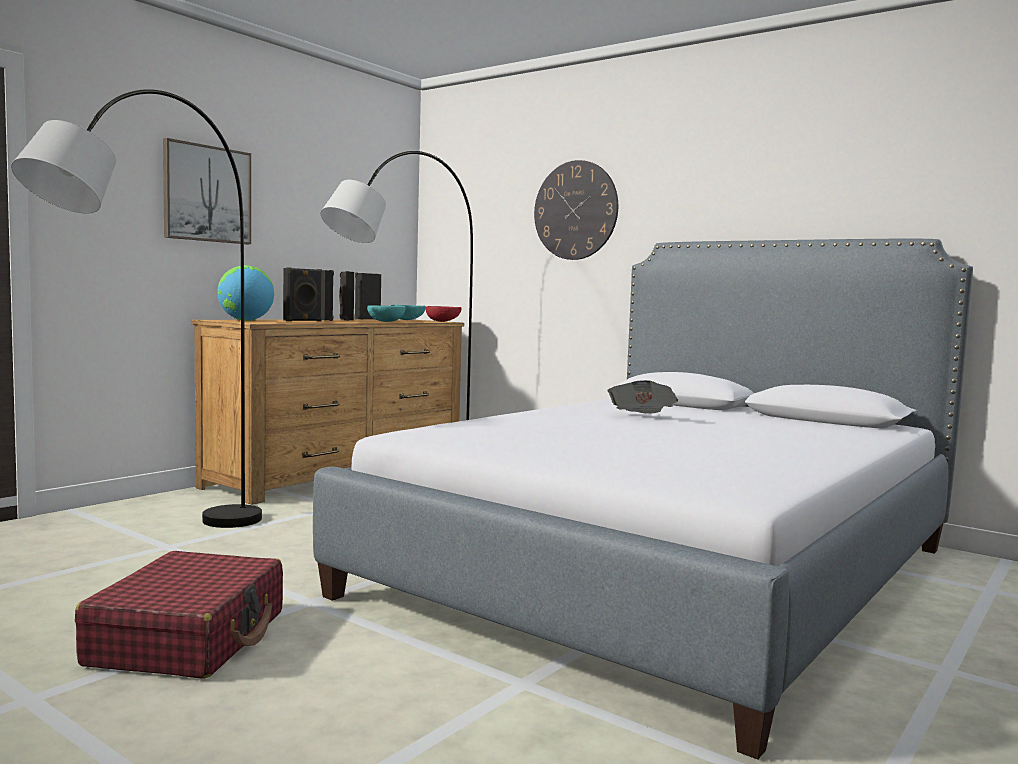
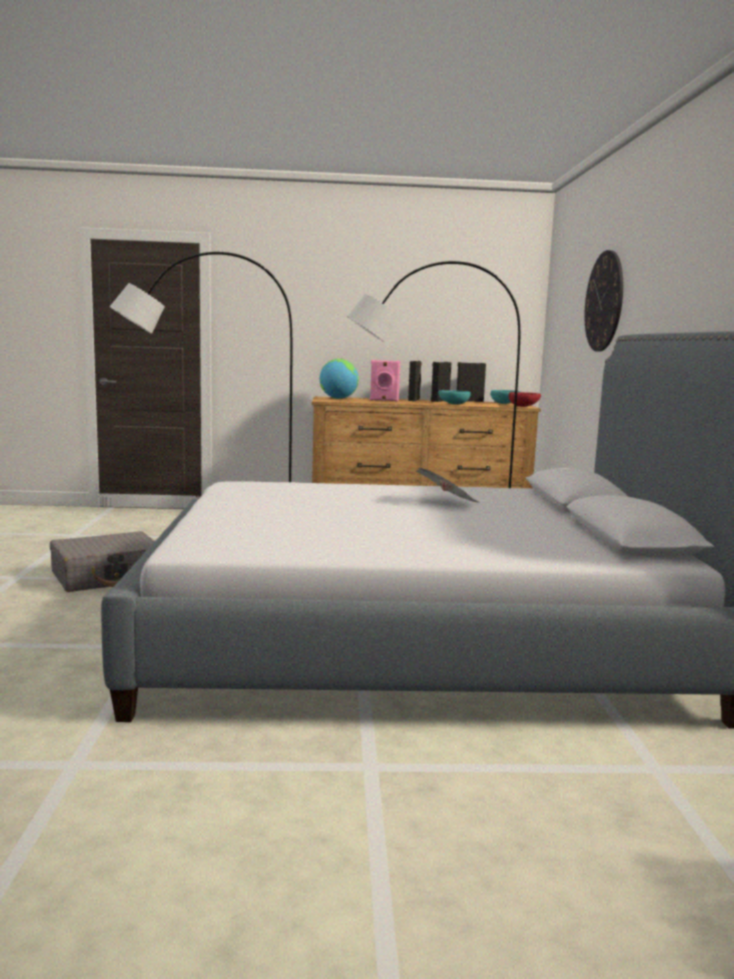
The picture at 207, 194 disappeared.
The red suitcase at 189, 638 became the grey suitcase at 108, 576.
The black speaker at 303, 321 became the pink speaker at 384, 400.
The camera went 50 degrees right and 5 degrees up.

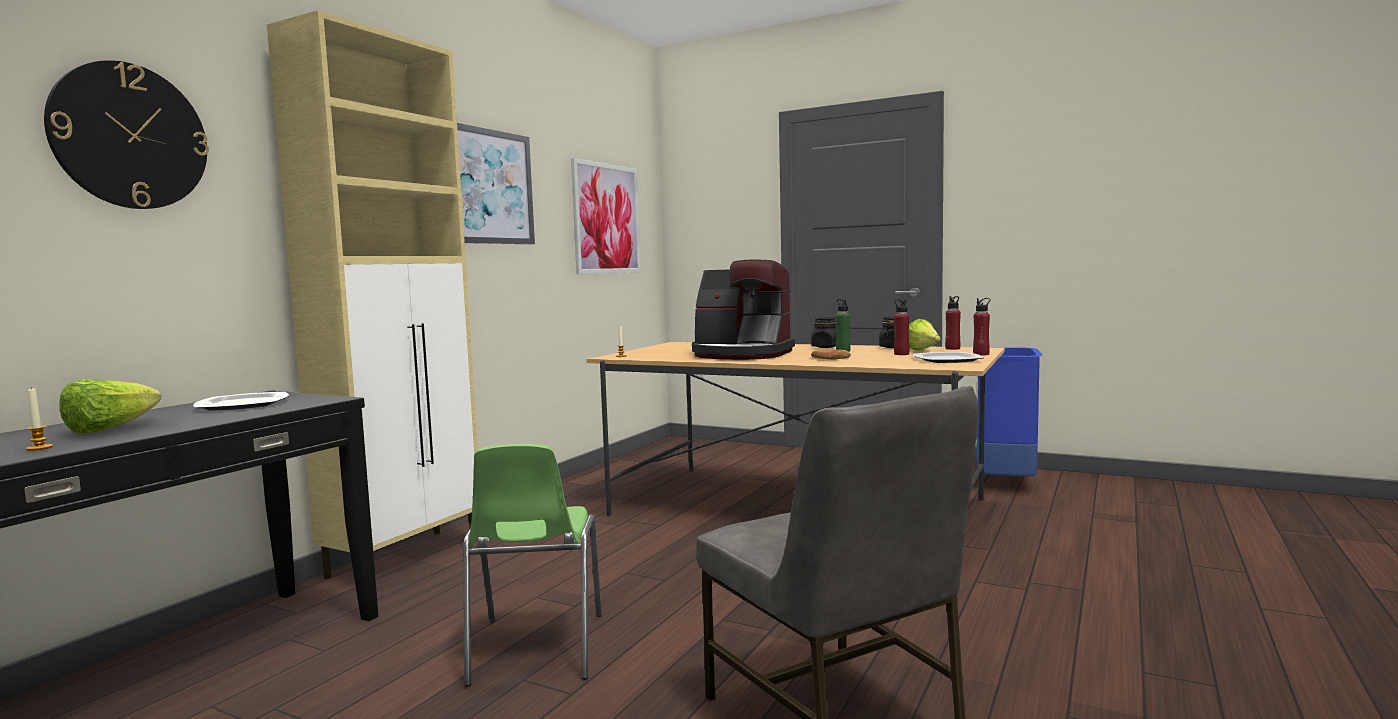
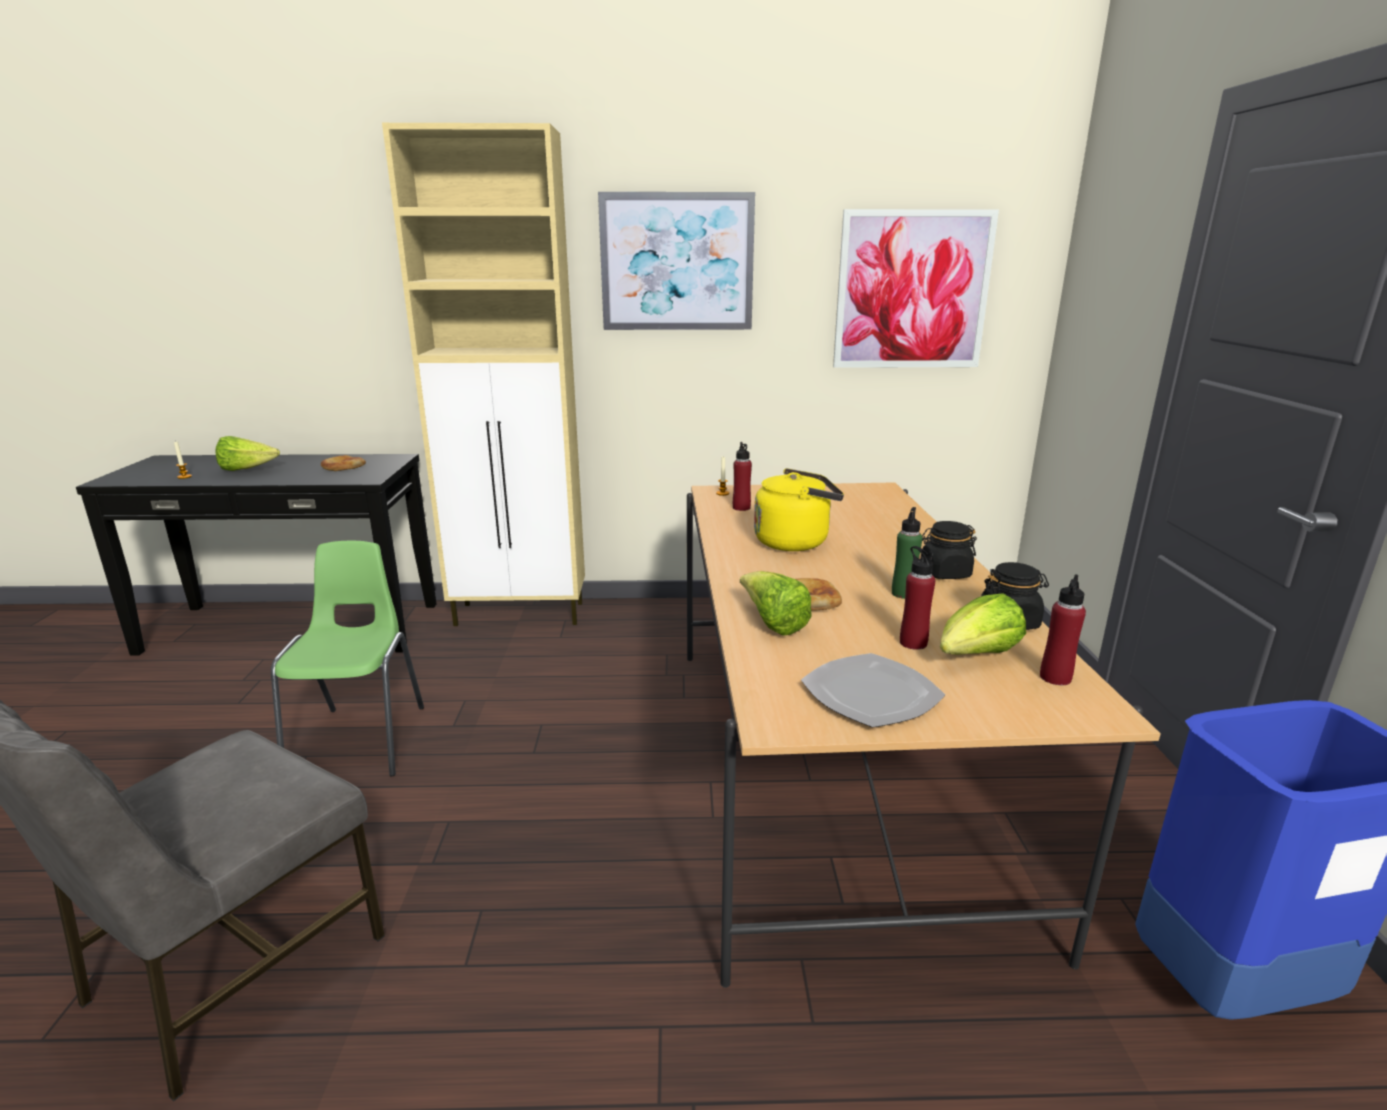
The wall clock at 130, 136 disappeared.
The lettuce at 772, 623 appeared.
The red bottle moved from 981, 354 to 741, 508.
The plate at 242, 404 was replaced by the bread at 343, 467.
The coffee machine at 741, 354 was replaced by the yellow kettle at 795, 542.
The green chair at 535, 649 turned 120 degrees clockwise.
The camera went 60 degrees right and 15 degrees up.

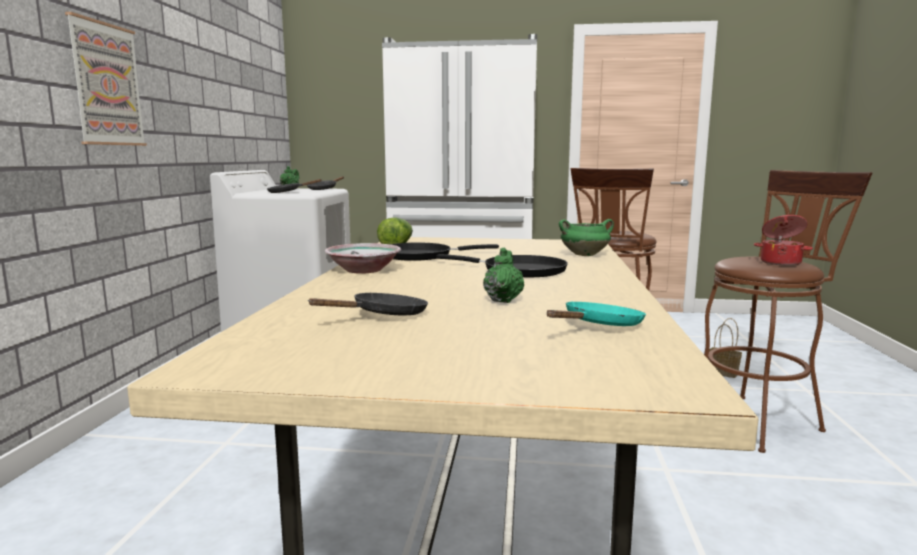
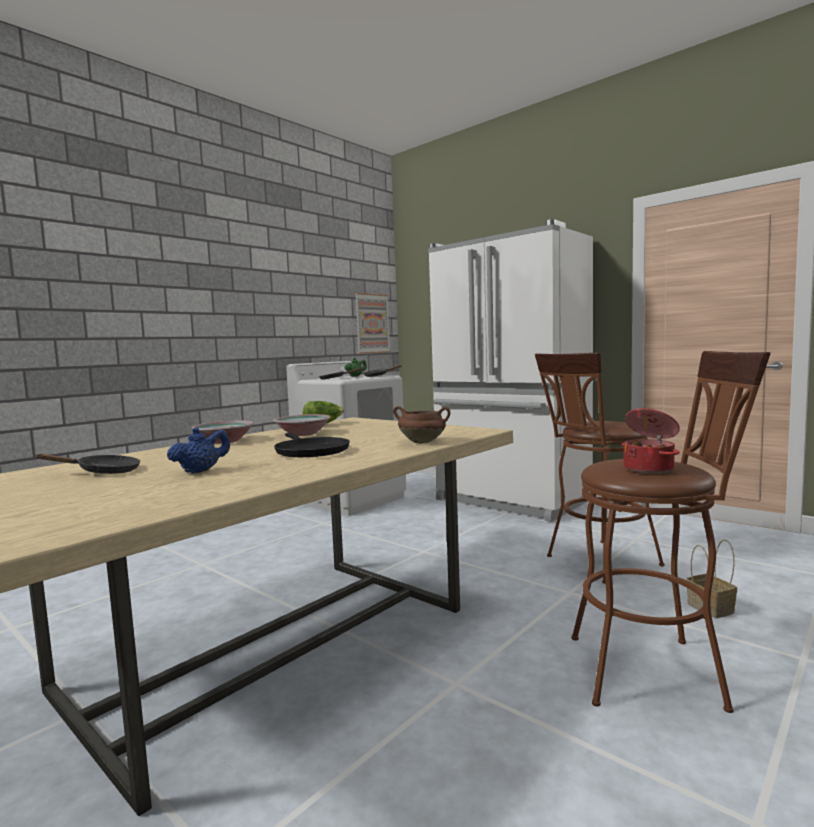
The turquoise frying pan at 599, 326 disappeared.
The picture moved from 106, 84 to 372, 323.
The black frying pan at 421, 256 was replaced by the bowl at 303, 434.
The green teapot at 503, 300 became the blue teapot at 201, 471.
The green cooking pot at 585, 255 became the brown cooking pot at 423, 442.
The camera went 35 degrees right and 5 degrees down.

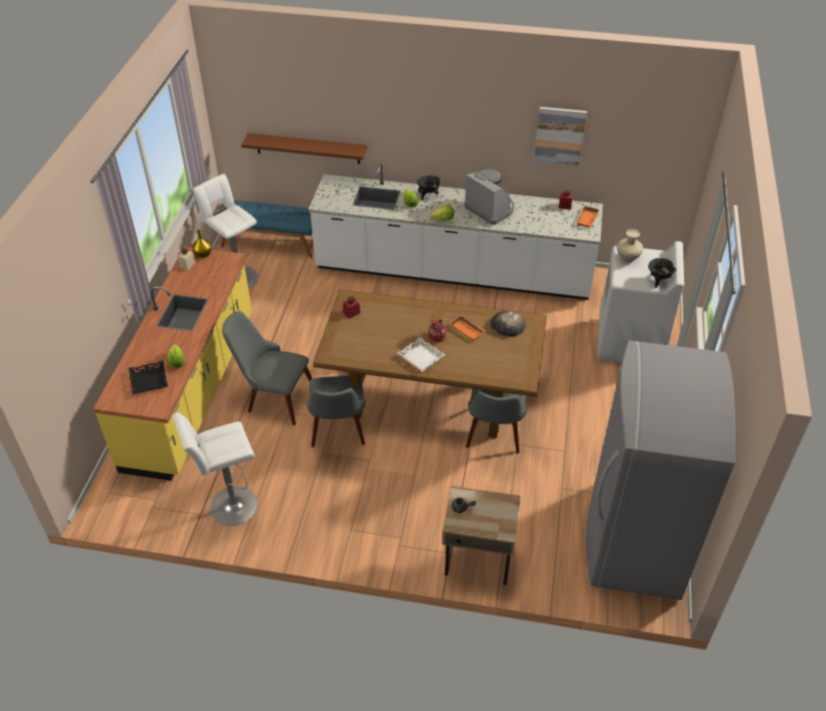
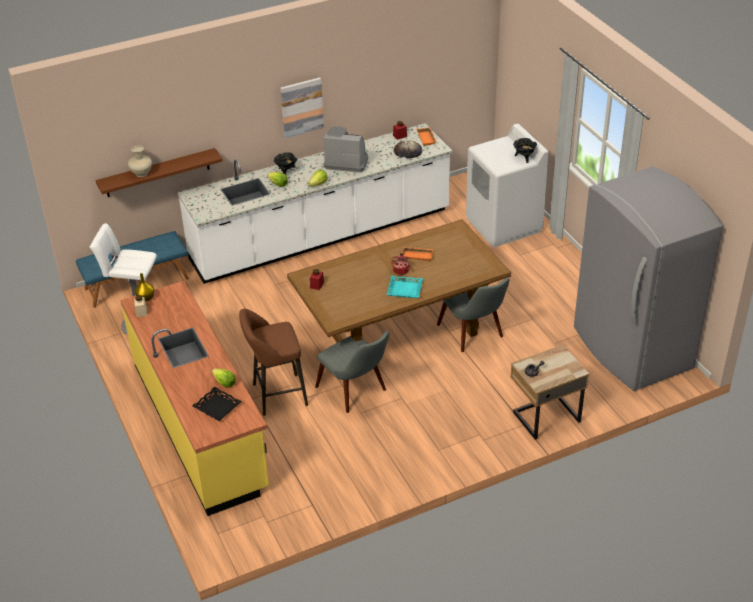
The white stool at 230, 507 disappeared.
The bread moved from 507, 325 to 407, 152.
The picture moved from 559, 136 to 302, 107.
The beige vase moved from 628, 258 to 142, 173.
The grey chair at 273, 397 was replaced by the brown stool at 276, 395.
The white tray at 421, 357 became the turquoise tray at 405, 289.
The camera went 35 degrees left and 5 degrees down.

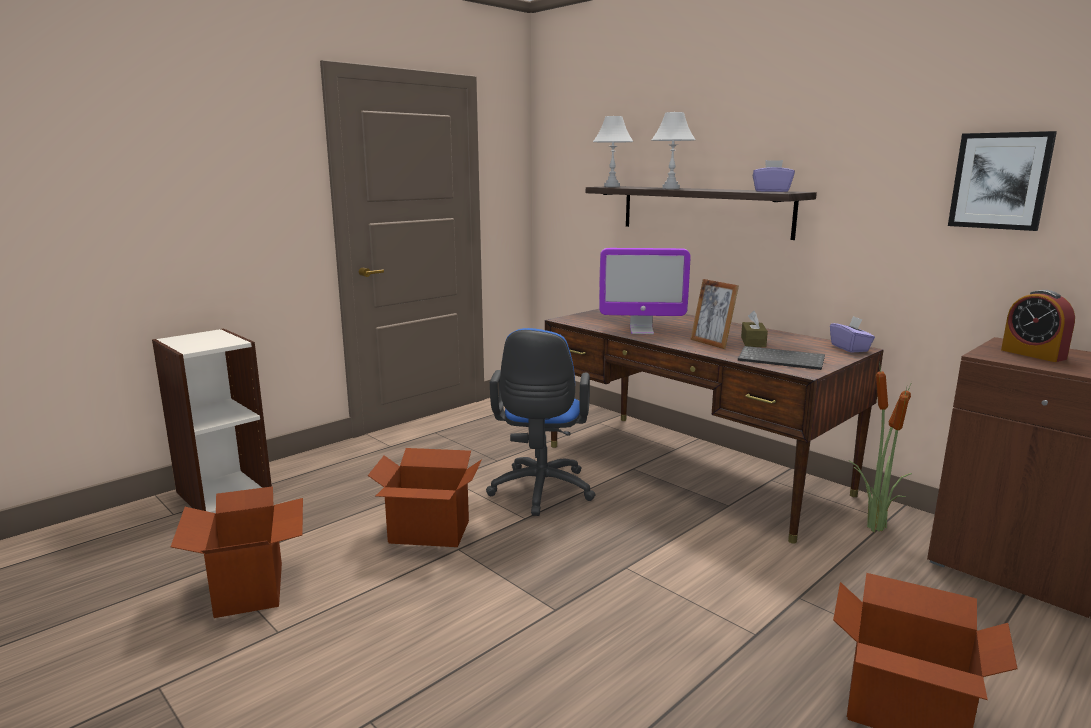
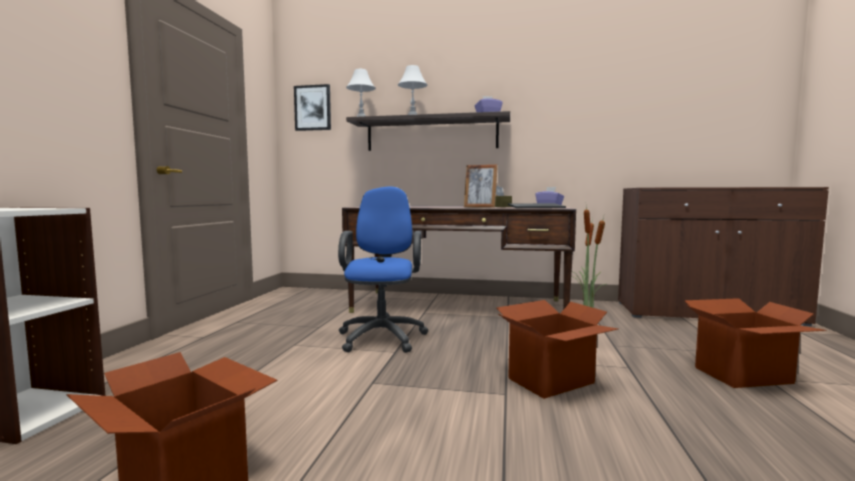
The monitor at 641, 331 disappeared.
The alarm clock at 1033, 354 disappeared.
The cardboard box moved from 429, 533 to 552, 381.
The picture moved from 1000, 181 to 313, 108.
The blue office chair at 540, 492 turned 150 degrees counterclockwise.
The camera went 35 degrees left and 10 degrees down.

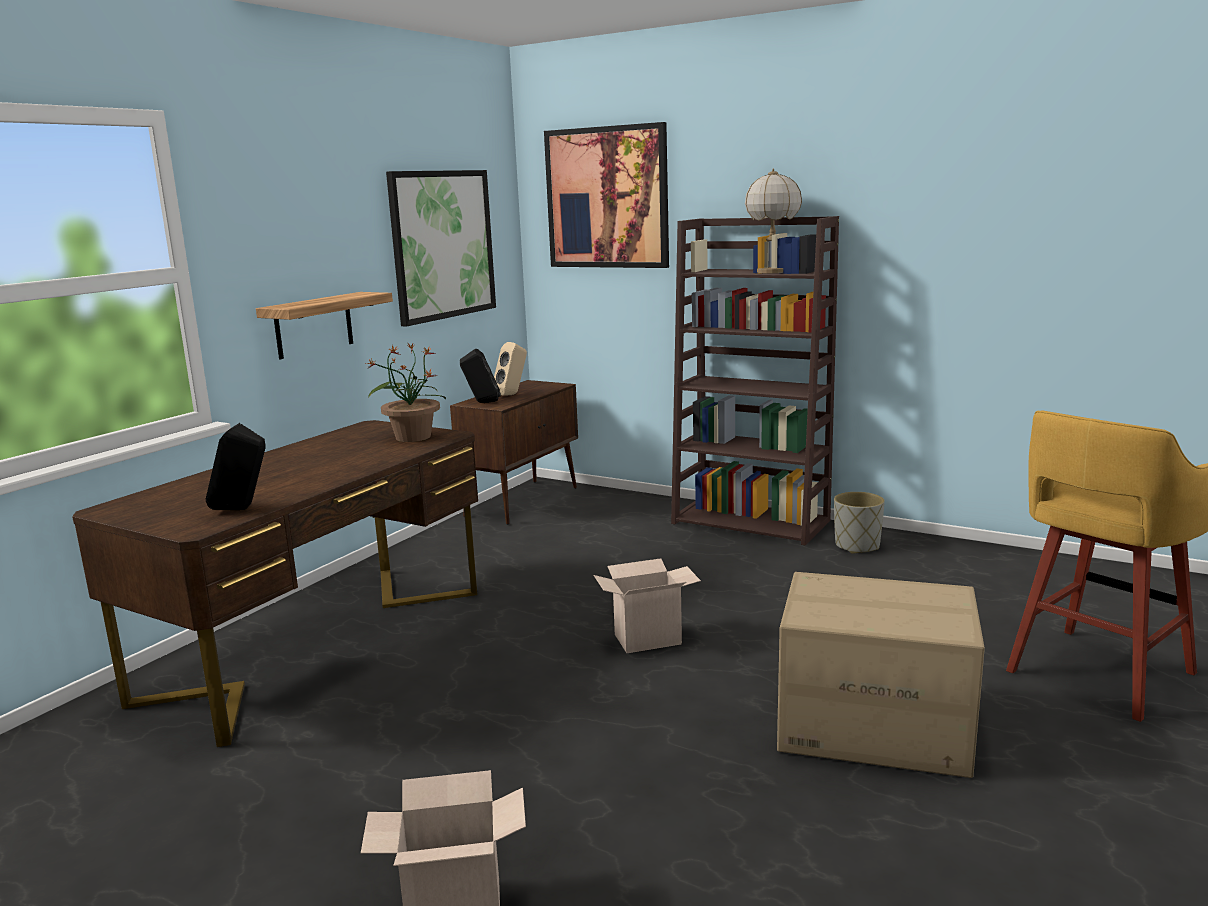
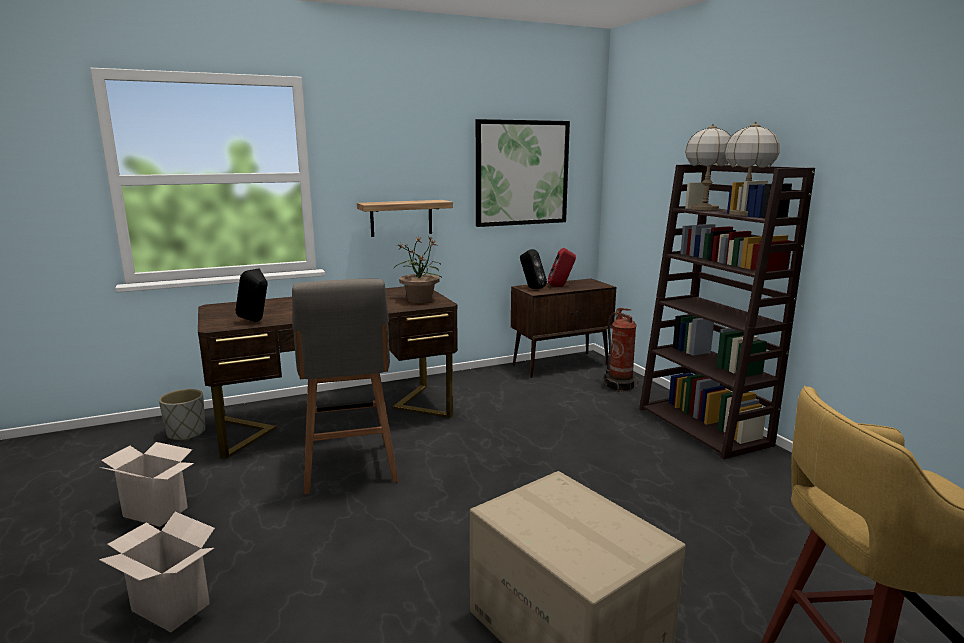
The picture at 607, 198 disappeared.
The grey stool at 349, 469 appeared.
The fire extinguisher at 619, 385 appeared.
The table lamp at 704, 209 appeared.
The cardboard box moved from 649, 638 to 158, 511.
The grey planter moved from 857, 546 to 186, 433.
The beige speaker at 512, 394 became the red speaker at 561, 286.
The camera went 35 degrees right and 0 degrees up.

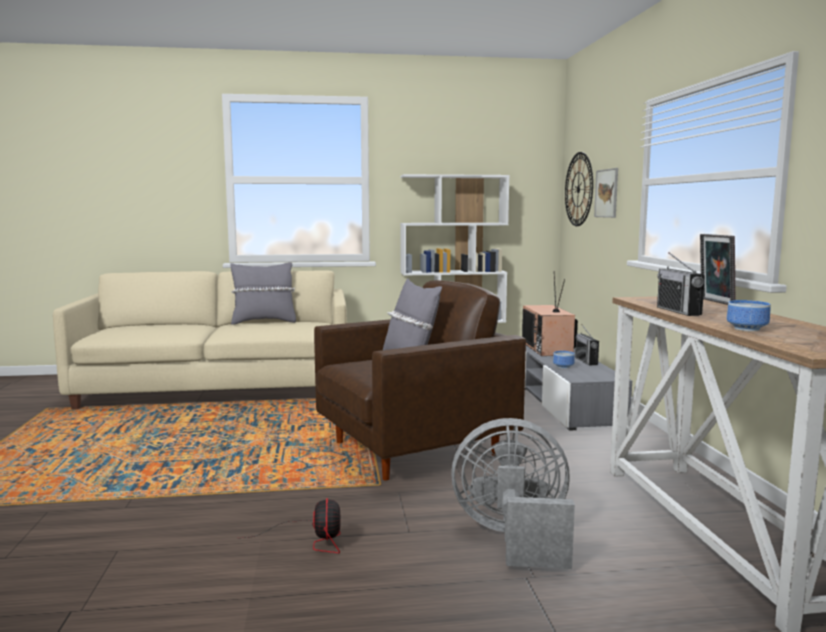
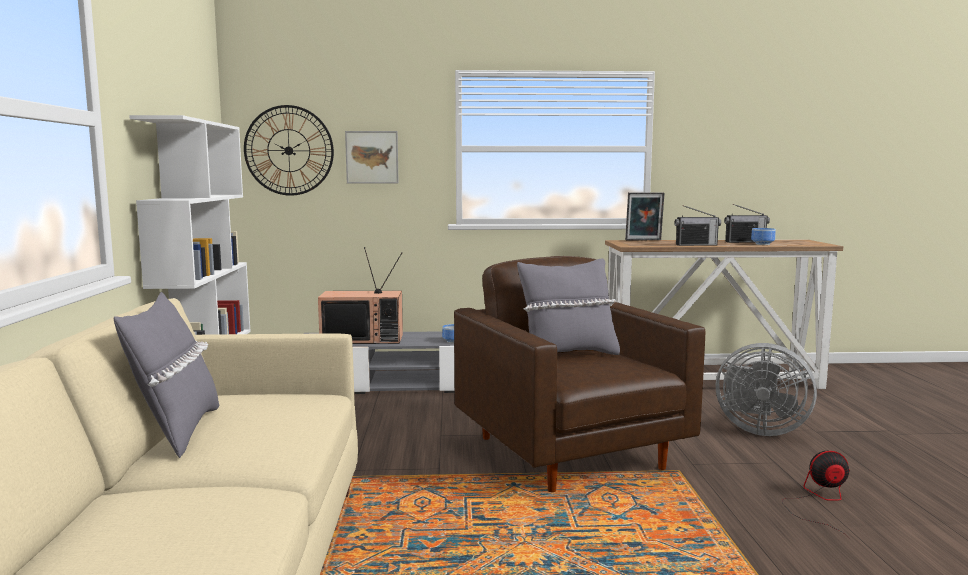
The radio moved from 586, 361 to 745, 242.
The grey fan at 513, 537 turned 75 degrees counterclockwise.
The camera went 85 degrees left and 0 degrees up.

